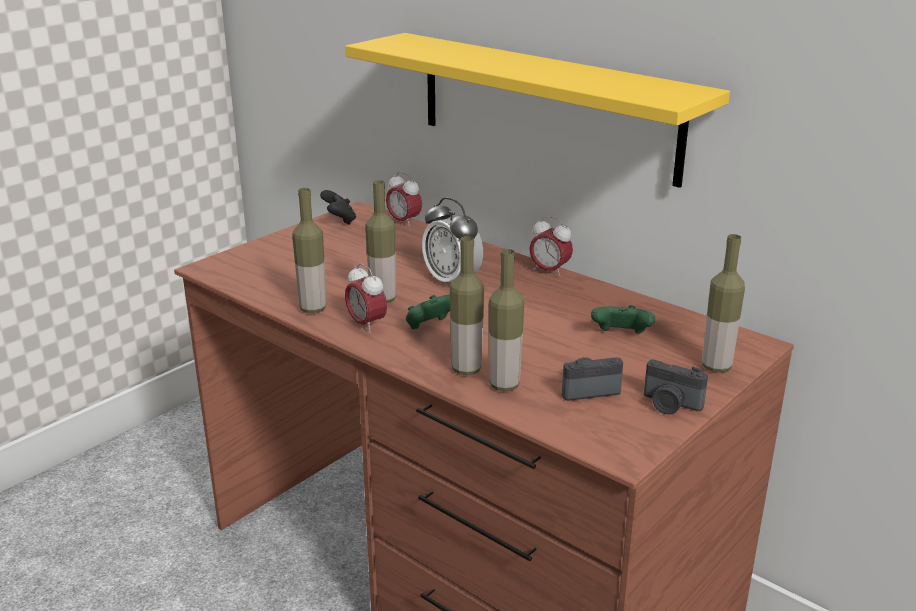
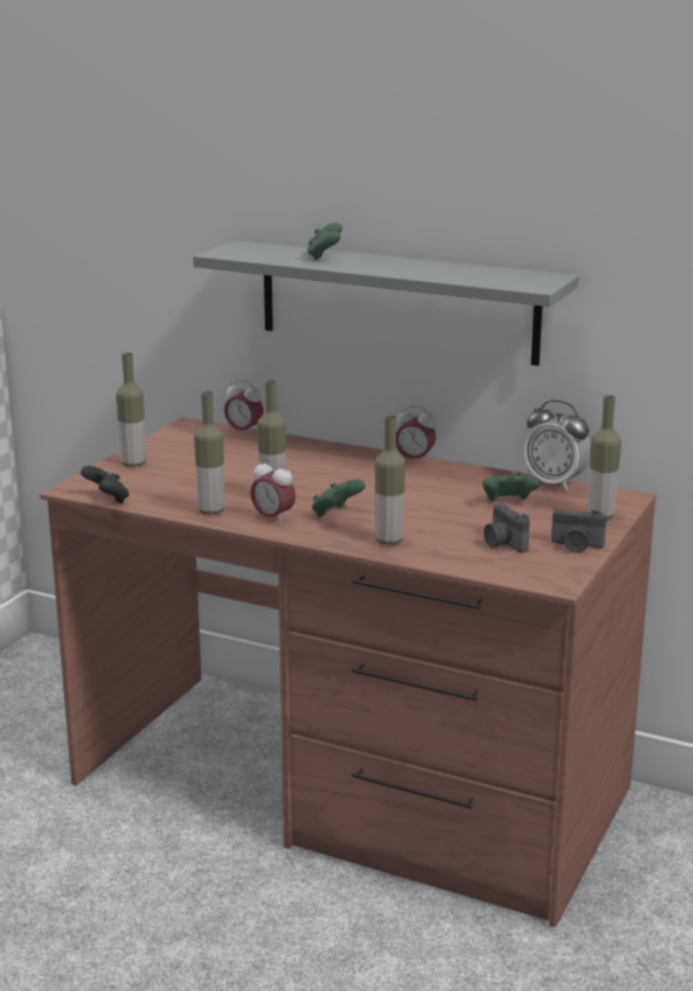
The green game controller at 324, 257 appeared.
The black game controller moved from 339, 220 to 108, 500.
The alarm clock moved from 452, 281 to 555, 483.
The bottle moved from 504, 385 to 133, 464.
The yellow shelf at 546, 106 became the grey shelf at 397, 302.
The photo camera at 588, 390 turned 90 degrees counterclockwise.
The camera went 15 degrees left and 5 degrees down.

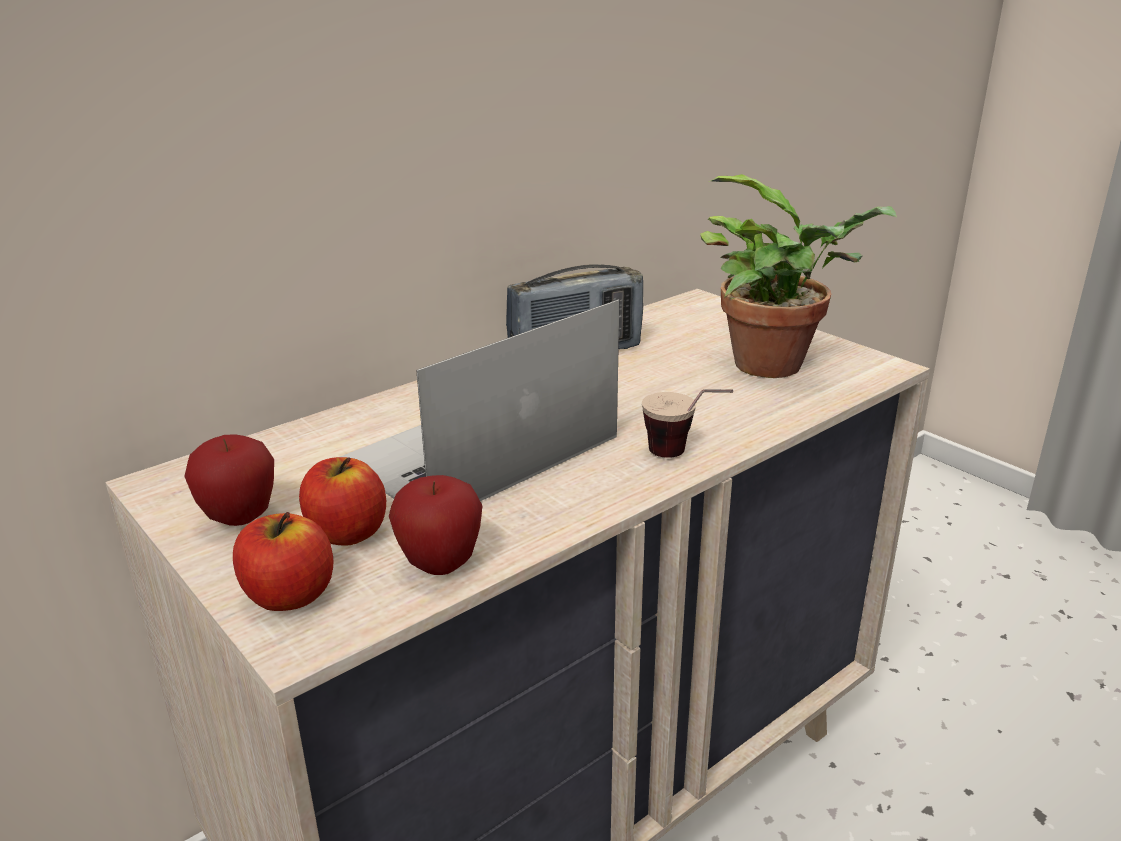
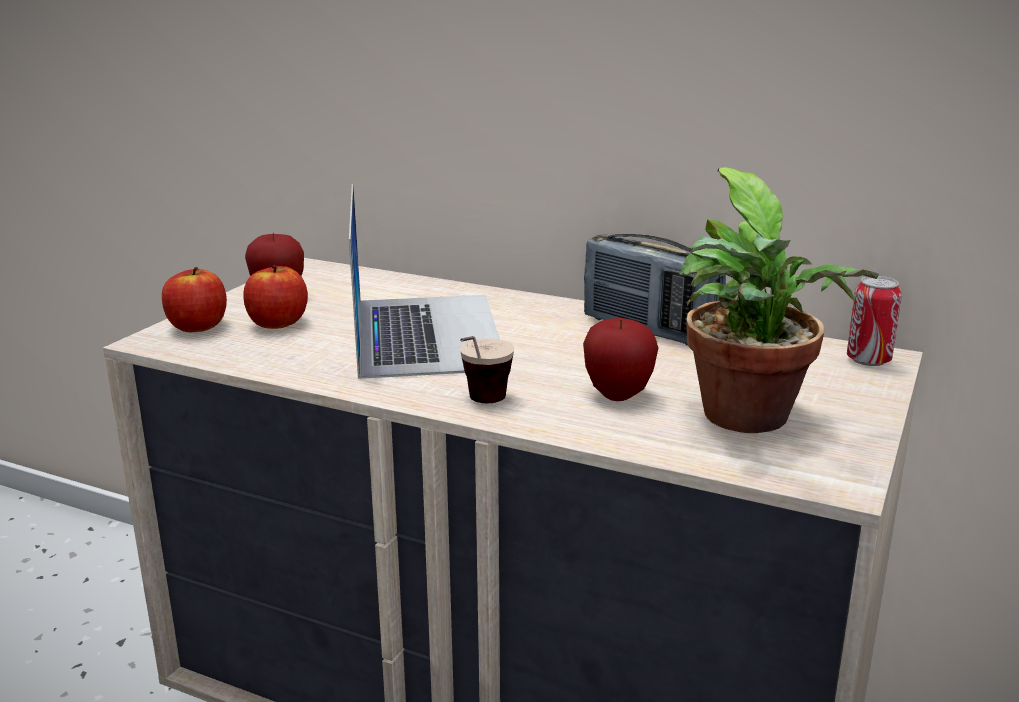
The can at 868, 360 appeared.
The apple moved from 440, 564 to 618, 395.
The laptop at 479, 449 turned 60 degrees clockwise.
The camera went 65 degrees right and 5 degrees down.

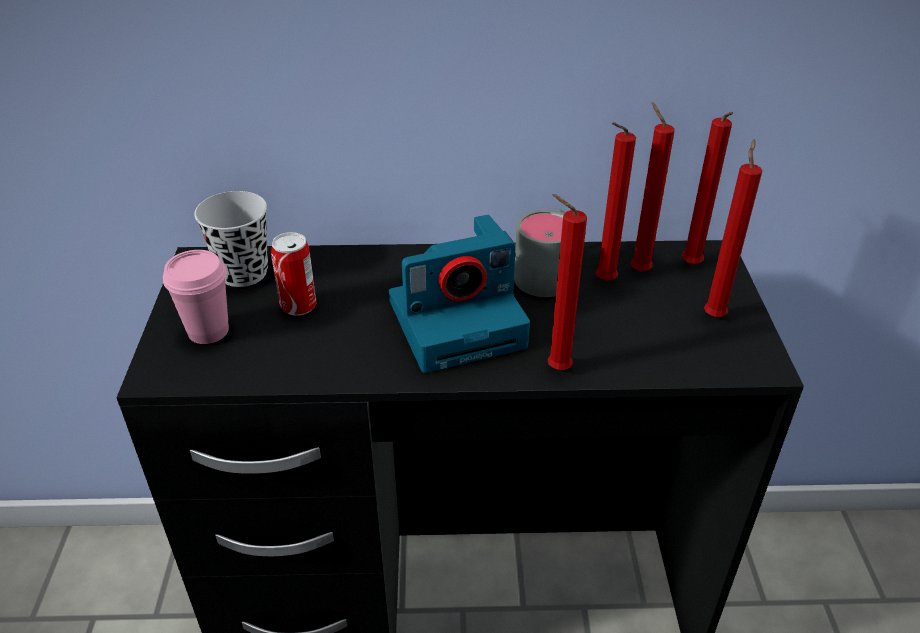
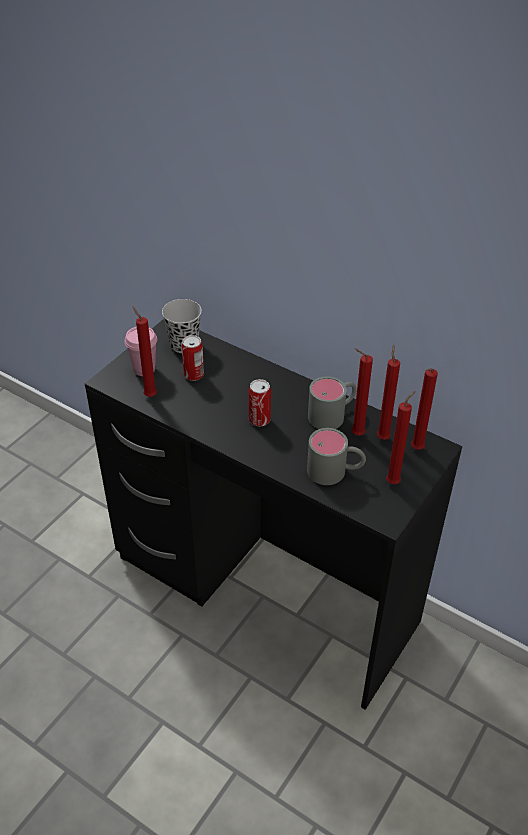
The grey mug at 335, 472 appeared.
The red candle moved from 554, 368 to 149, 395.
The photo camera at 459, 321 was replaced by the can at 259, 419.
The camera went 35 degrees right and 5 degrees up.

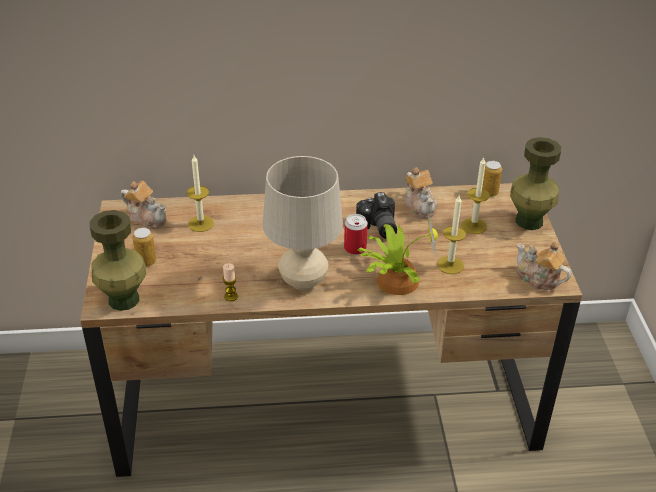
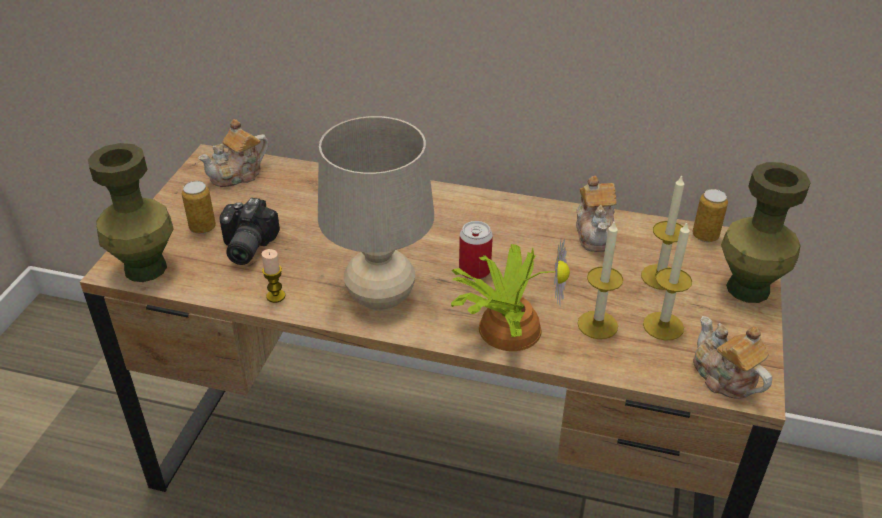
The candle moved from 201, 224 to 663, 326.
The photo camera moved from 378, 227 to 244, 247.
The teapot at 147, 217 turned 90 degrees clockwise.
The camera went 20 degrees right and 0 degrees up.

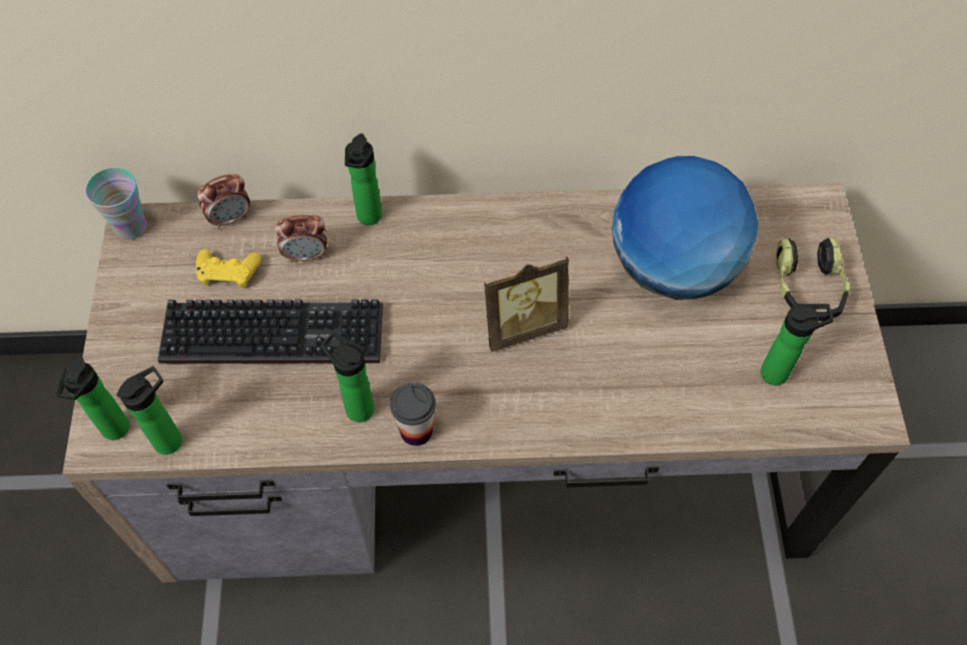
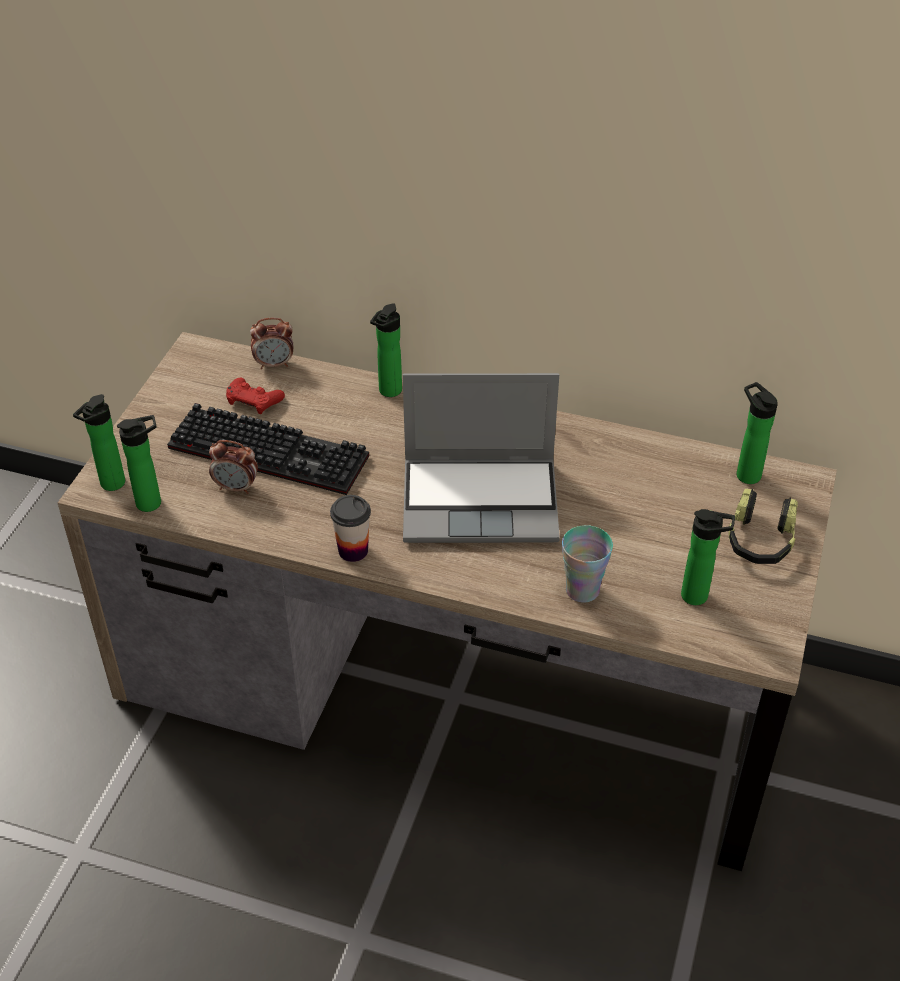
The globe at 672, 267 disappeared.
The cup moved from 130, 227 to 582, 590.
The alarm clock moved from 306, 255 to 236, 487.
The bottle moved from 356, 407 to 745, 473.
The picture frame at 522, 325 was replaced by the laptop at 482, 500.
The yellow game controller at 228, 272 became the red game controller at 254, 400.
The camera went 20 degrees right and 15 degrees down.

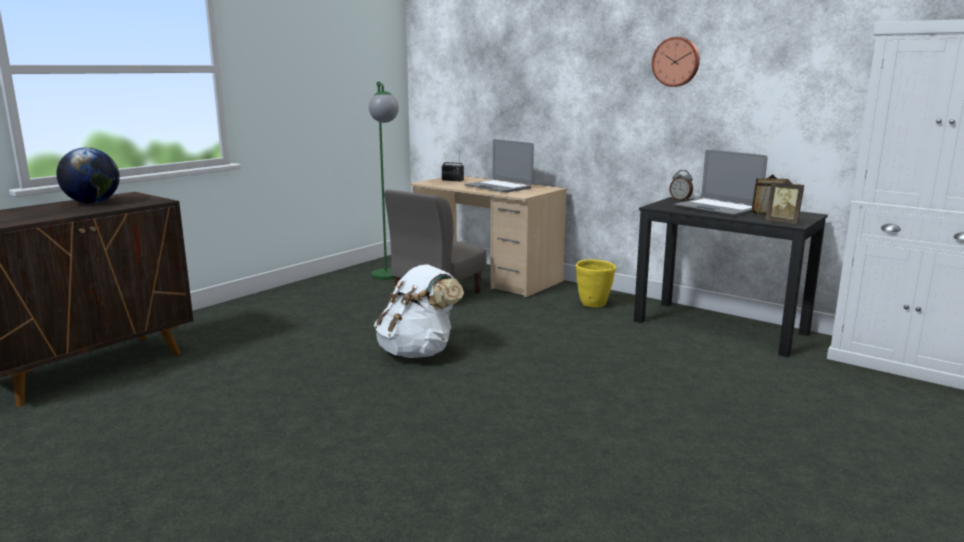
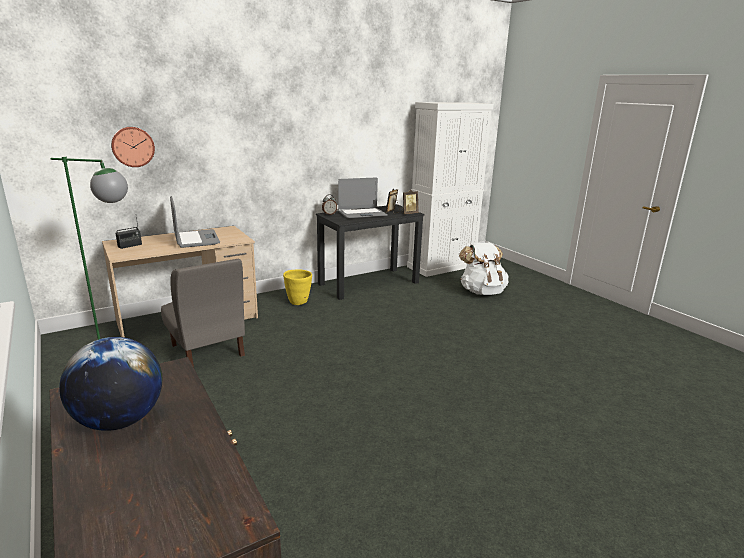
The white backpack moved from 418, 352 to 482, 292.
The wall clock moved from 676, 62 to 133, 146.
The laptop at 498, 187 turned 90 degrees counterclockwise.
The camera went 70 degrees left and 5 degrees up.

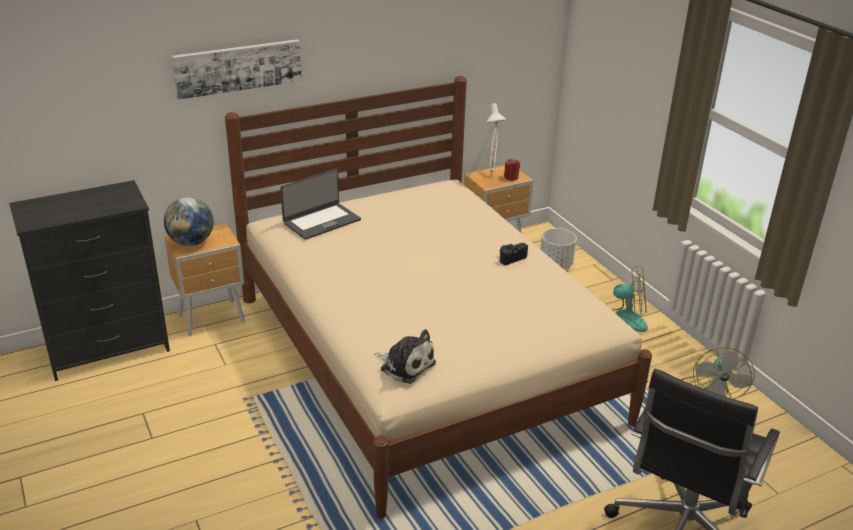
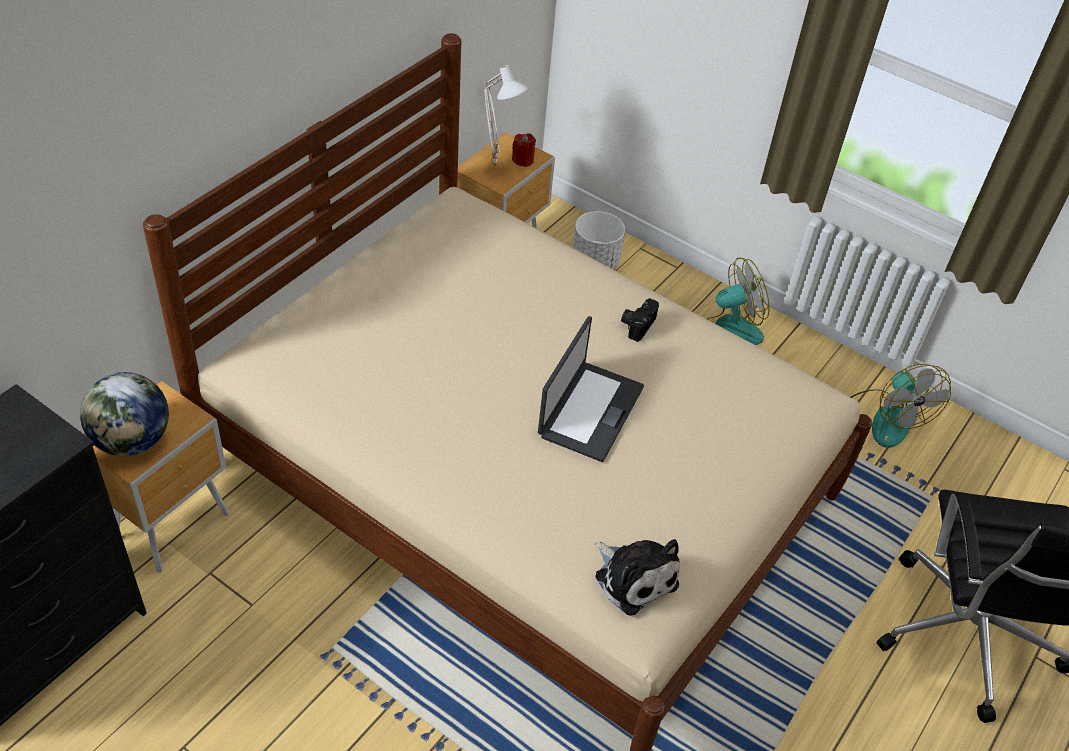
The picture at 238, 67 disappeared.
The laptop moved from 321, 221 to 589, 411.
The plush toy at 405, 365 turned 45 degrees clockwise.
The camera went 30 degrees left and 15 degrees up.

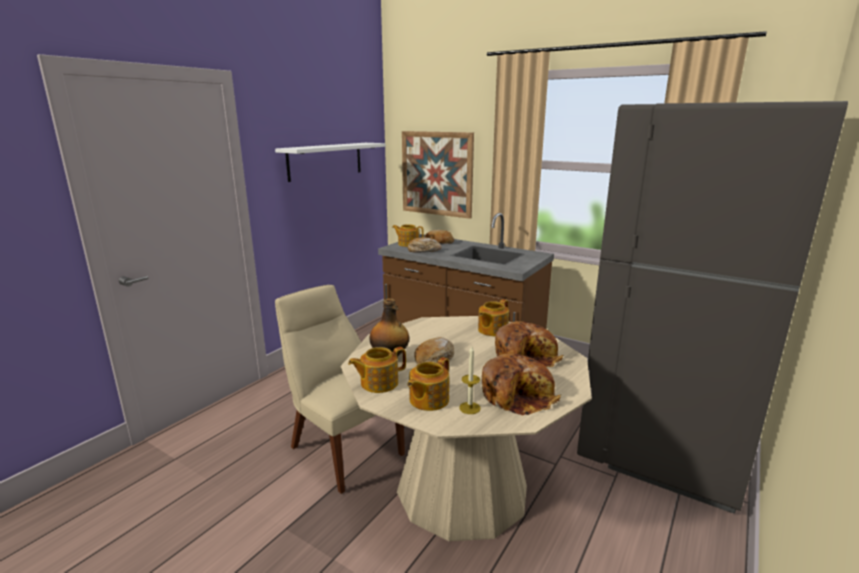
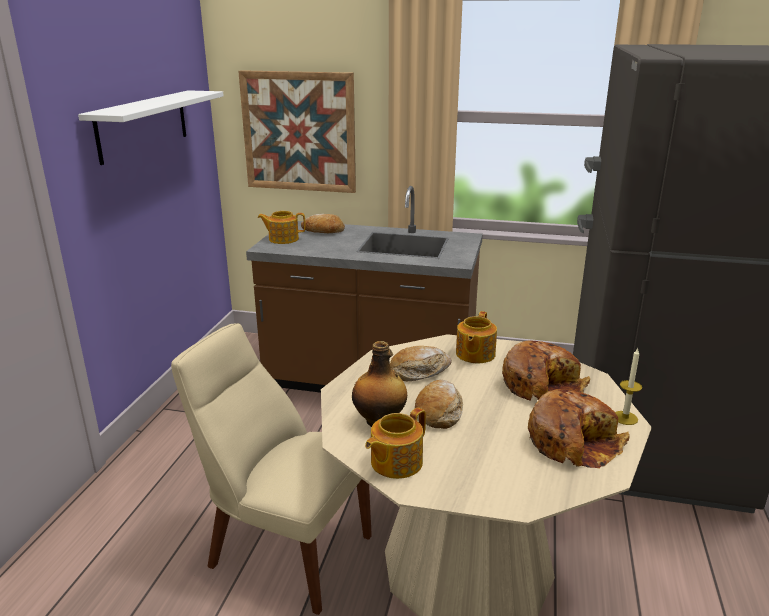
The teapot at 428, 400 disappeared.
The bread moved from 423, 250 to 419, 371.
The candle moved from 469, 408 to 625, 418.
The camera went 20 degrees left and 5 degrees up.

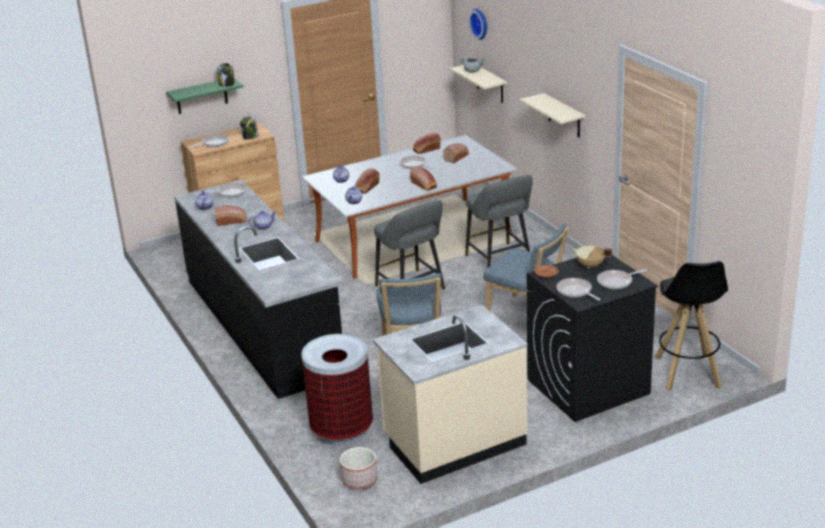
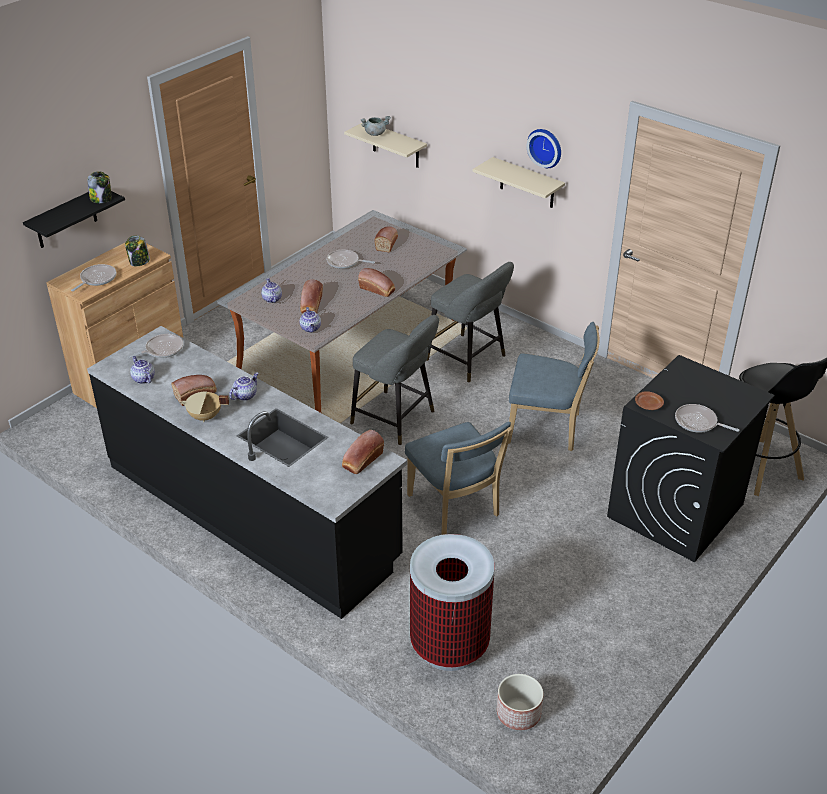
The beige counter at 453, 441 disappeared.
The frying pan at 617, 282 disappeared.
The bread moved from 426, 149 to 362, 461.
The wall clock moved from 480, 23 to 546, 147.
The beige cooking pot moved from 590, 266 to 205, 417.
The green shelf at 201, 96 became the black shelf at 66, 218.
The camera went 25 degrees left and 10 degrees up.

